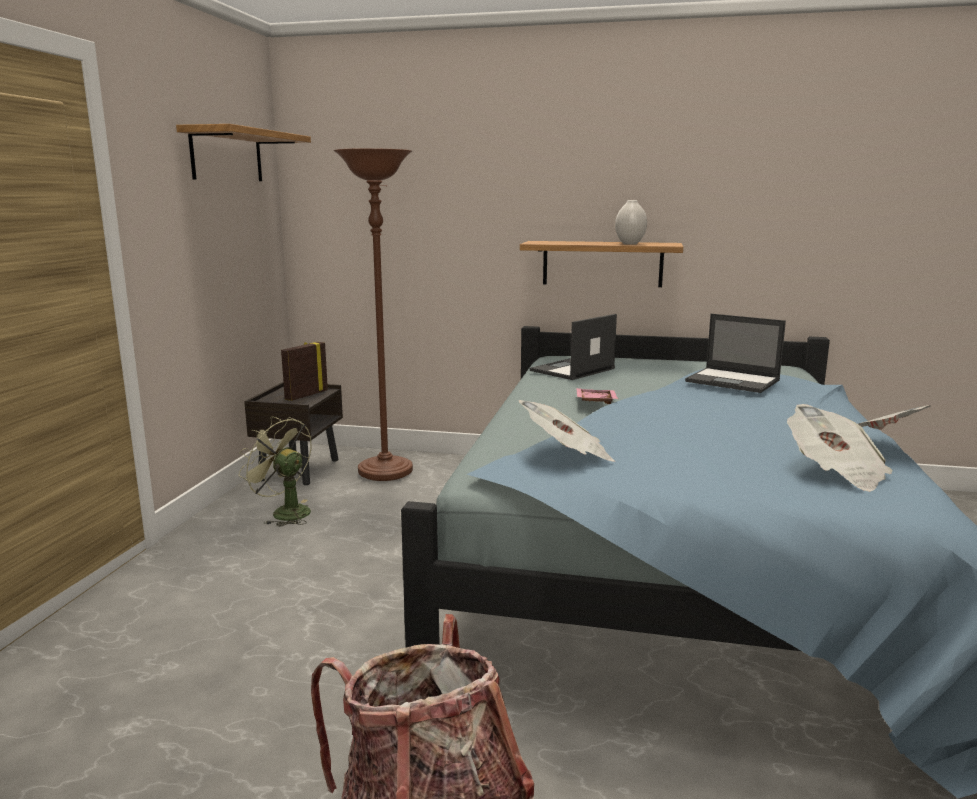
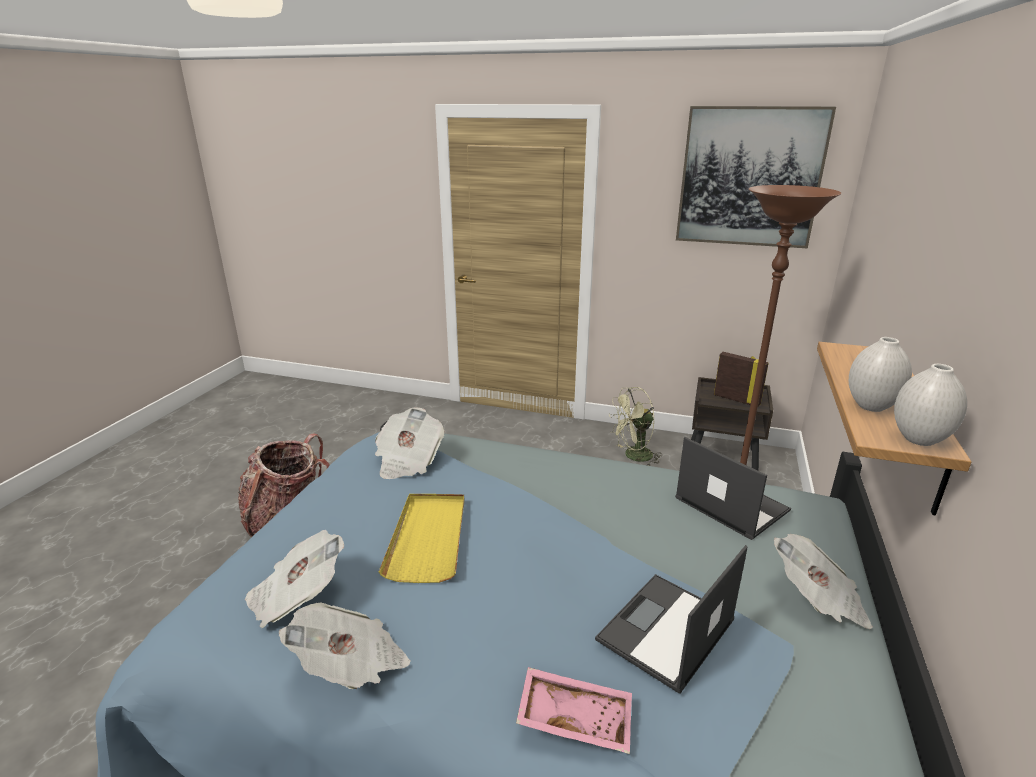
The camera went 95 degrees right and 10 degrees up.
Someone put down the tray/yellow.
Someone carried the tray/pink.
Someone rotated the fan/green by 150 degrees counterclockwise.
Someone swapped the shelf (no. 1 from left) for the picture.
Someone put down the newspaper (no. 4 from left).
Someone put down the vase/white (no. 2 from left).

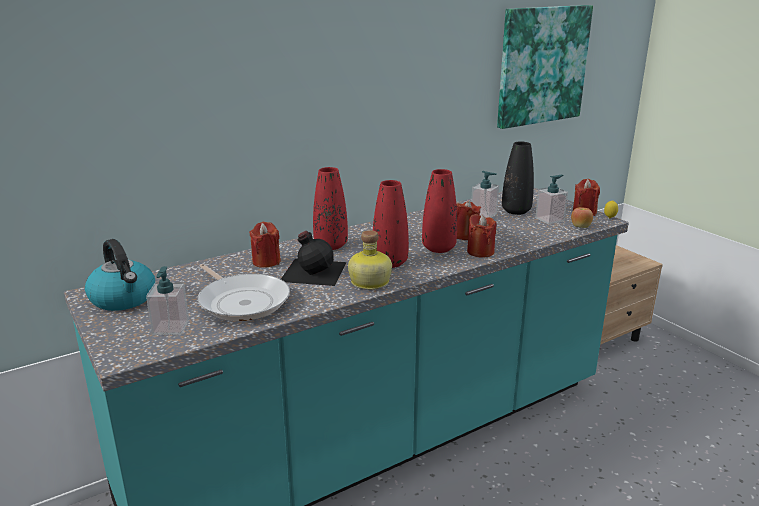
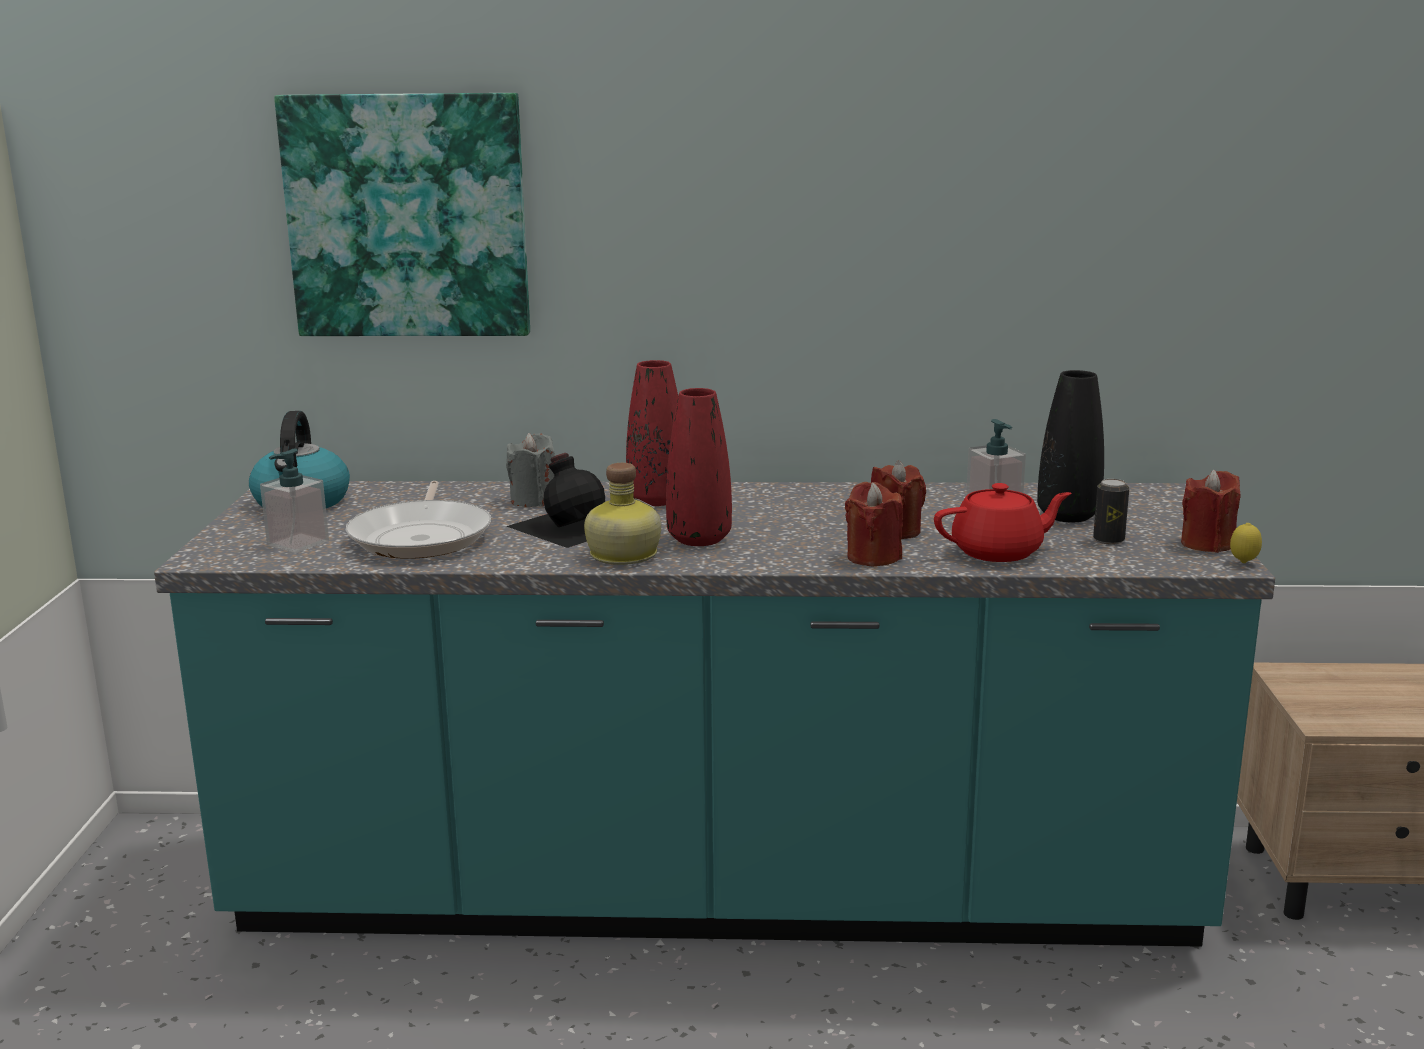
The camera went 35 degrees right and 5 degrees down.
Someone carried the picture.
Someone repainted the candle/red (no. 1 from left), which became the candle/grey.
Someone put down the teapot/red.
Someone swapped the soap dispenser (no. 3 from left) for the can.
Someone took away the vase/red (no. 3 from left).
Someone took away the apple.

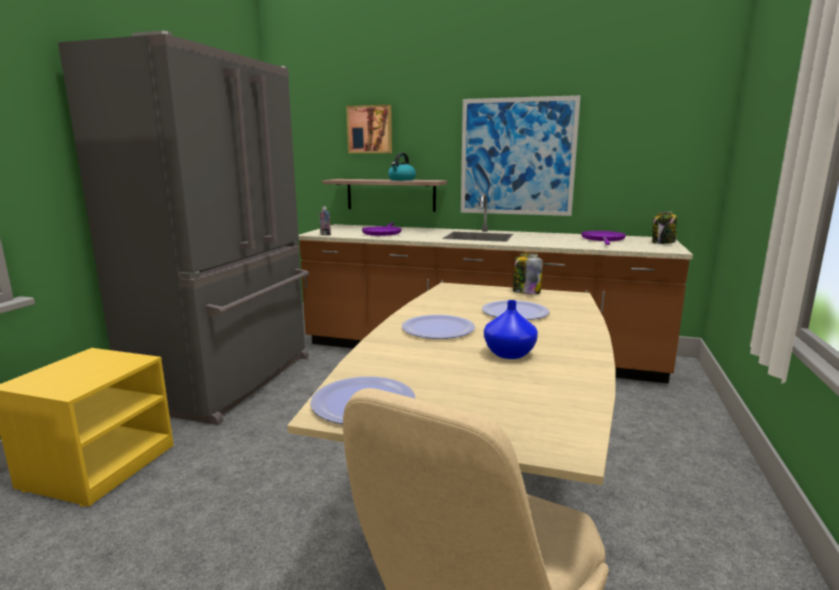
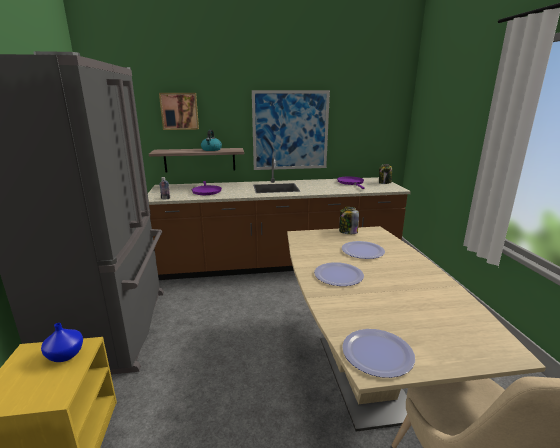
The camera went 25 degrees left and 5 degrees up.
Someone carried the vase/blue.

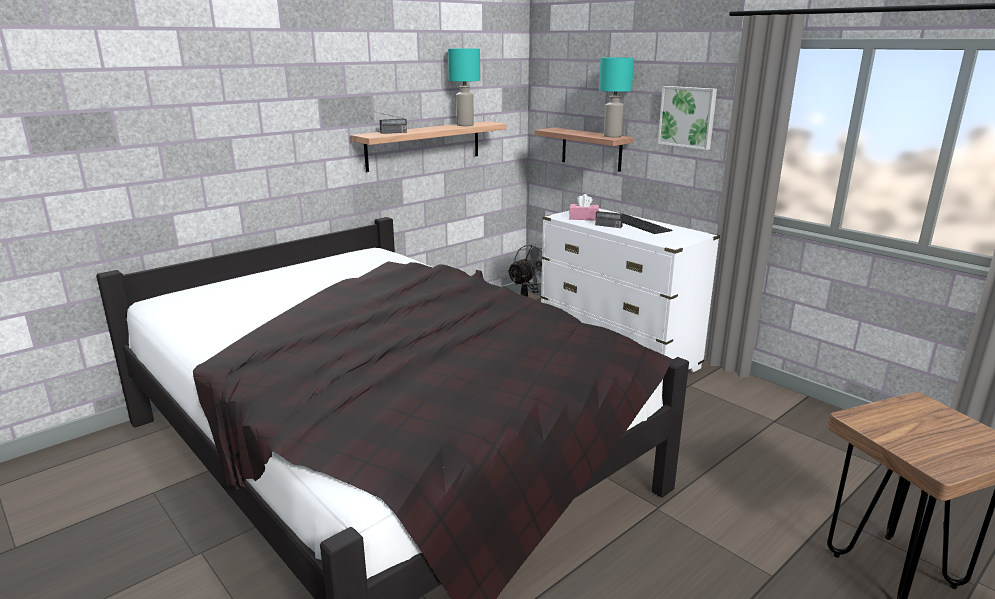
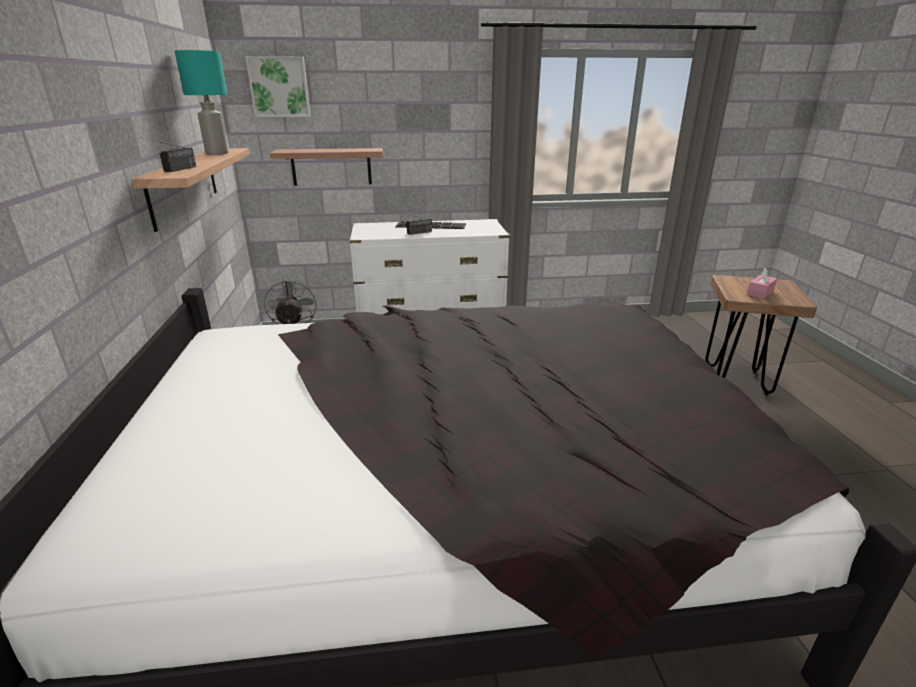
The camera went 55 degrees left and 5 degrees up.
Someone carried the picture.
Someone carried the tissue box/pink.
Someone took away the table lamp/turquoise (no. 2 from left).

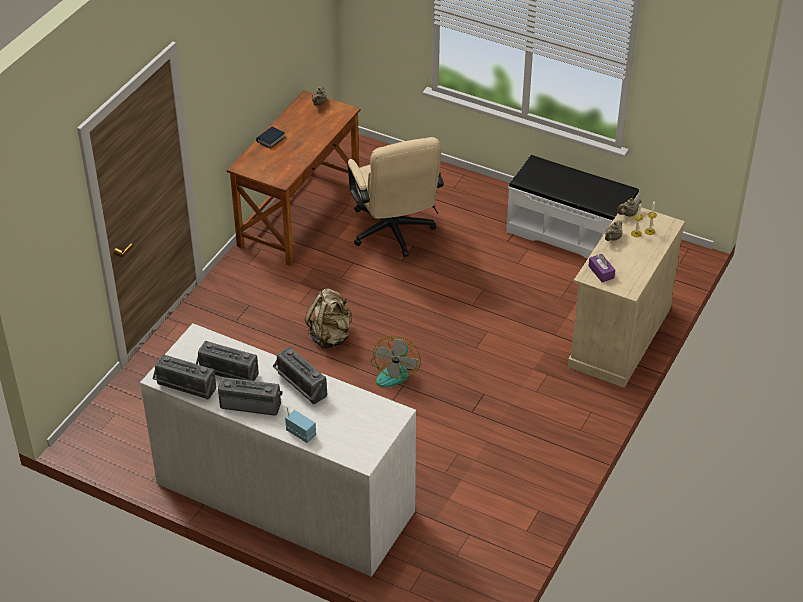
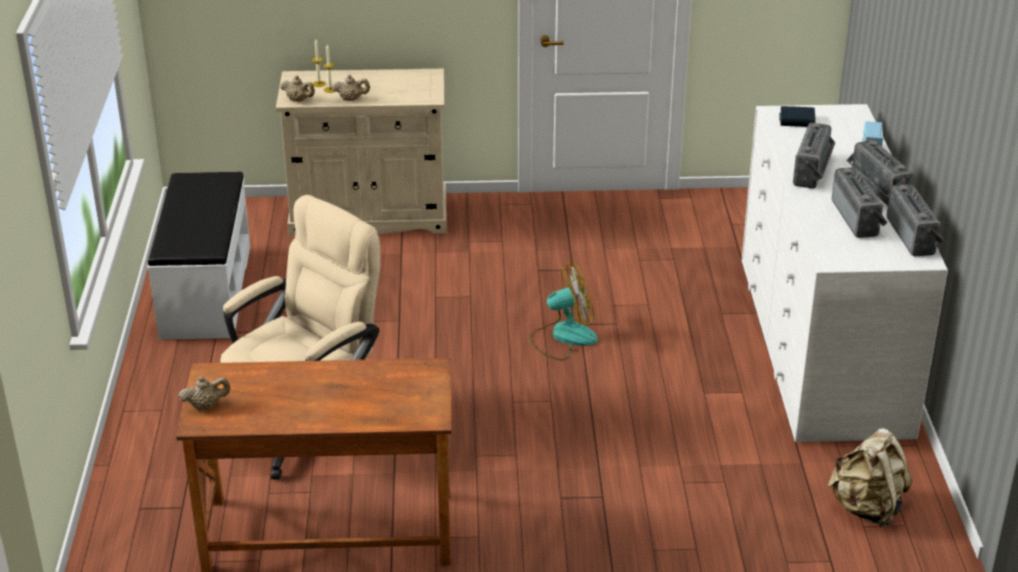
The camera went 120 degrees left and 10 degrees down.
Someone carried the book.
Someone carried the backpack/beige.
Someone took away the tissue box/purple.

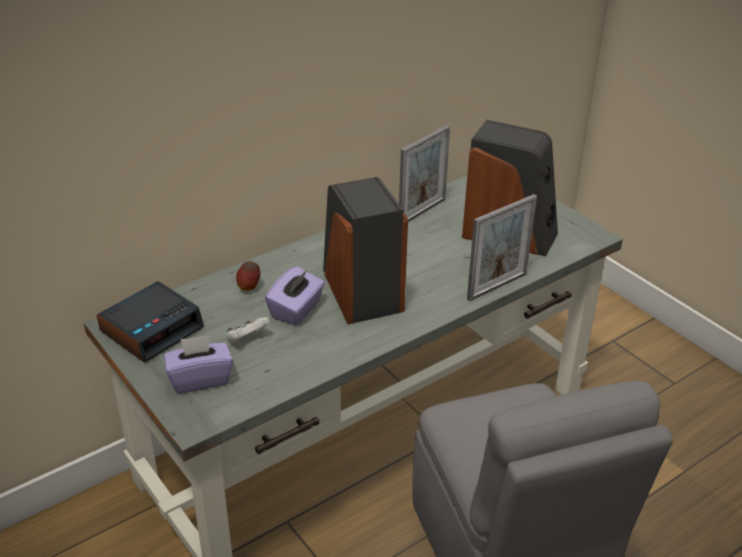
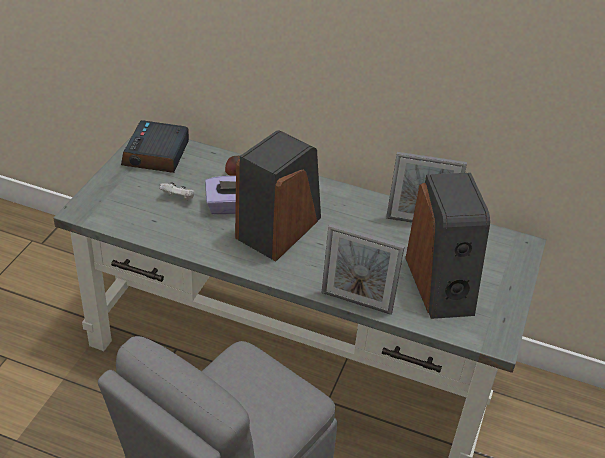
The camera went 55 degrees right and 5 degrees up.
Someone rotated the alarm clock by 90 degrees clockwise.
Someone took away the tissue box/purple (no. 1 from left).

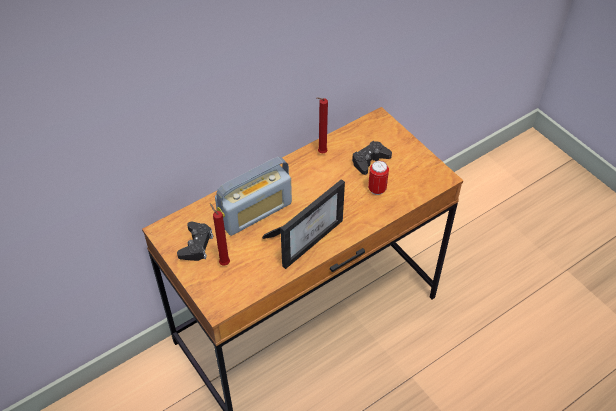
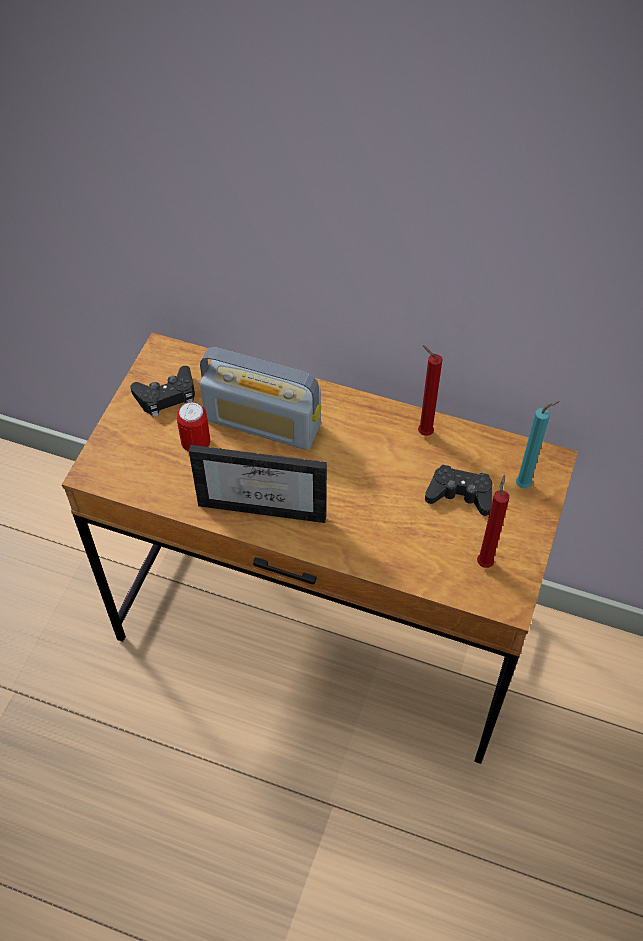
The camera went 55 degrees right and 5 degrees up.
Someone carried the can.
Someone carried the candle/red (no. 1 from left in the first image).
Someone put down the candle/turquoise.

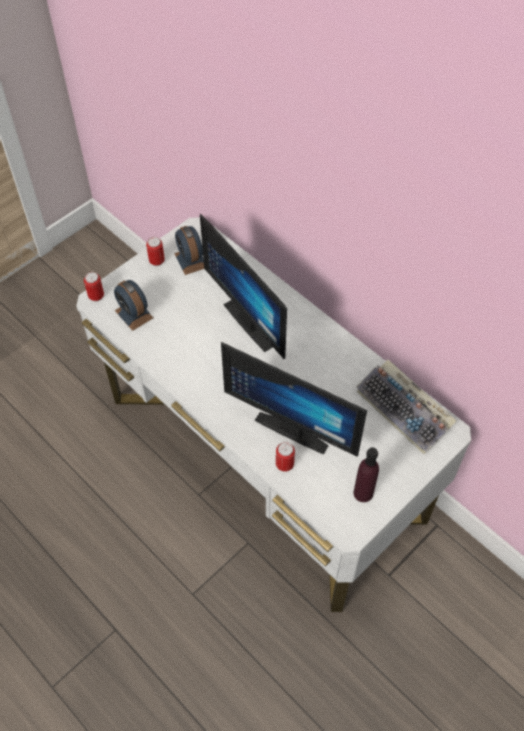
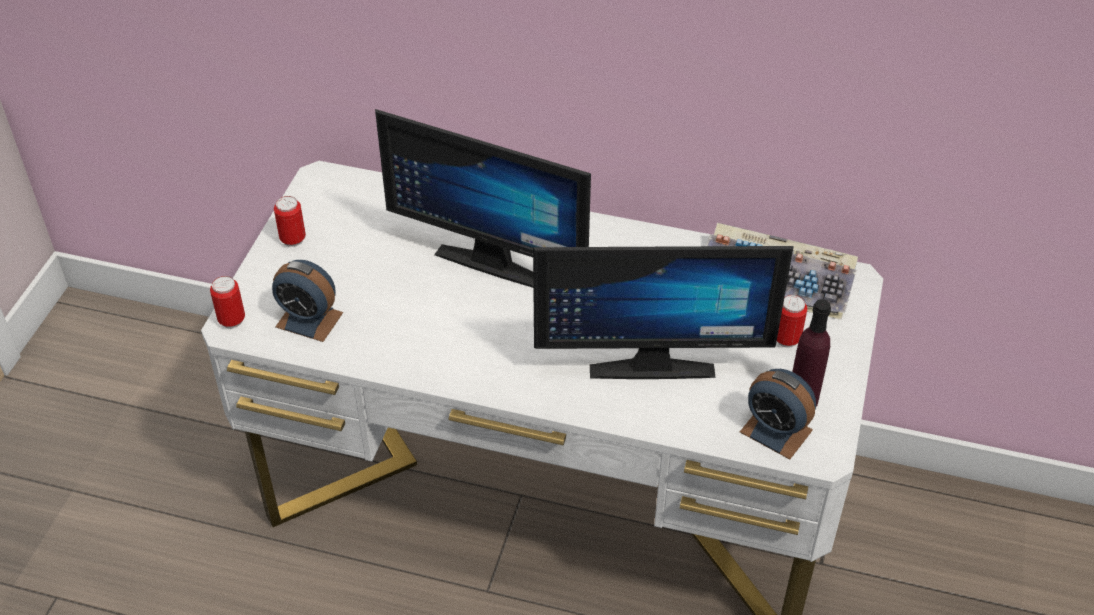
The camera went 30 degrees left and 10 degrees down.
Someone carried the alarm clock (no. 2 from left).
Someone carried the can (no. 3 from left).

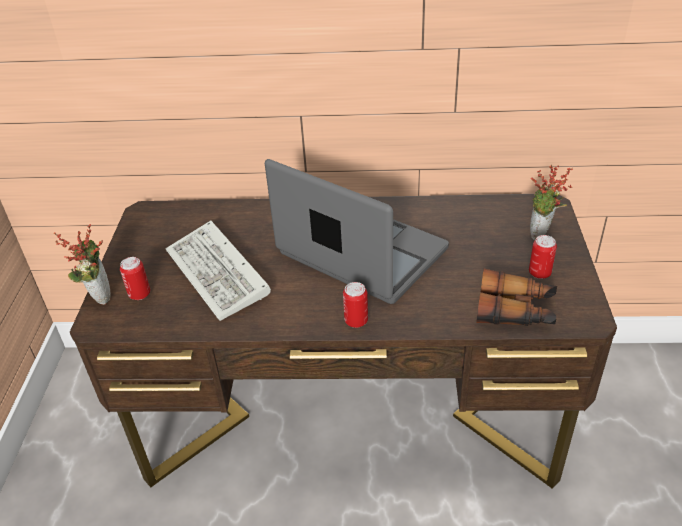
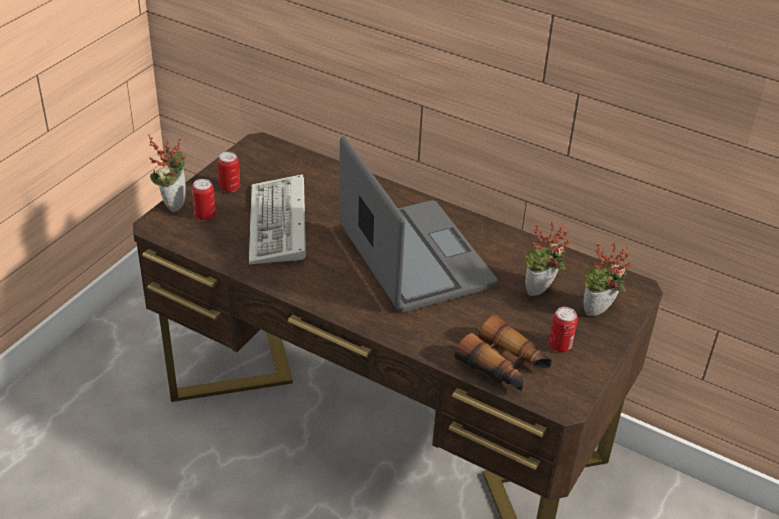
The camera went 25 degrees right and 0 degrees up.
Someone carried the can (no. 2 from left).
Someone put down the potted plant (no. 2 from left).

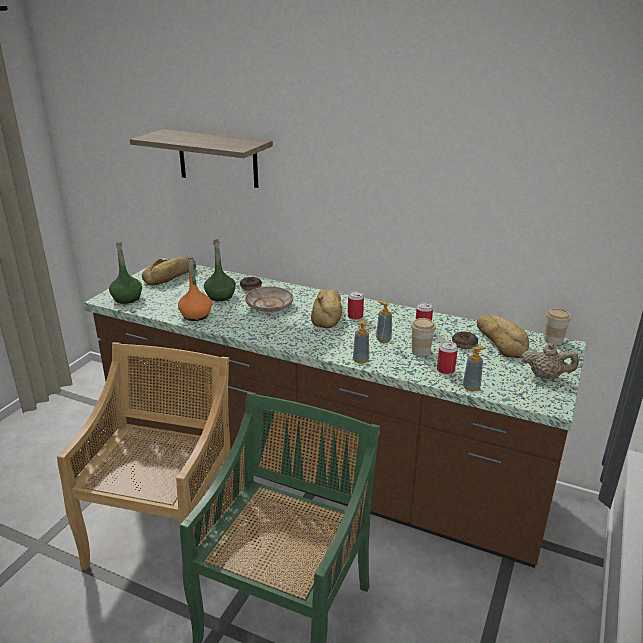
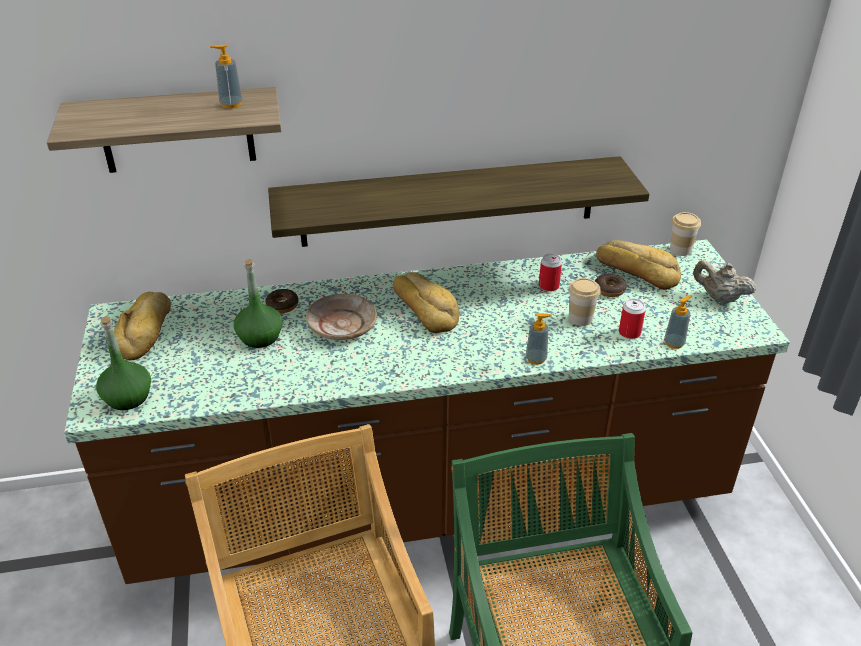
The camera went 35 degrees left and 10 degrees up.
Someone carried the soap dispenser (no. 2 from left in the first image).
Someone put up the shelf (no. 2 from left).
Someone rotated the teapot/beige by 135 degrees counterclockwise.
Someone took away the bottle/orange.
Someone took away the can (no. 1 from left).

